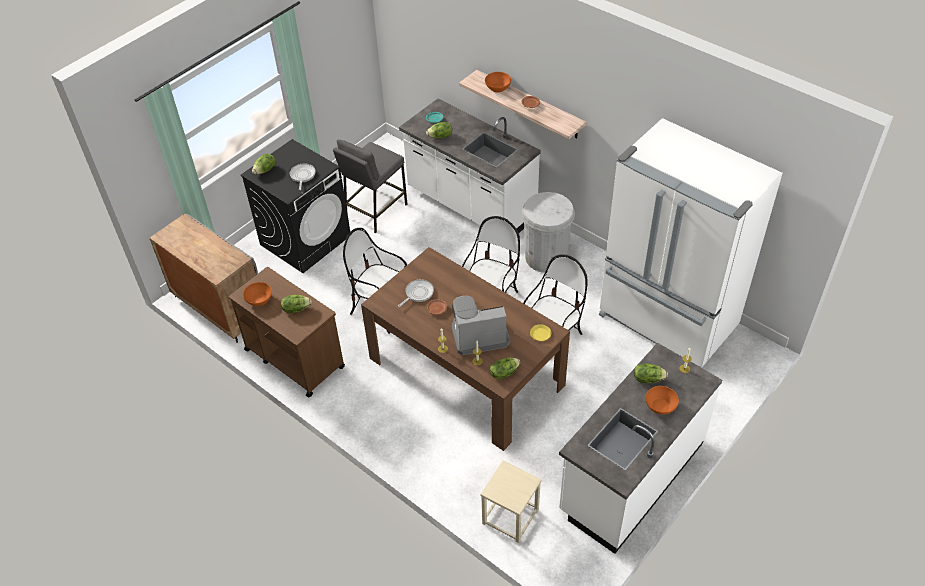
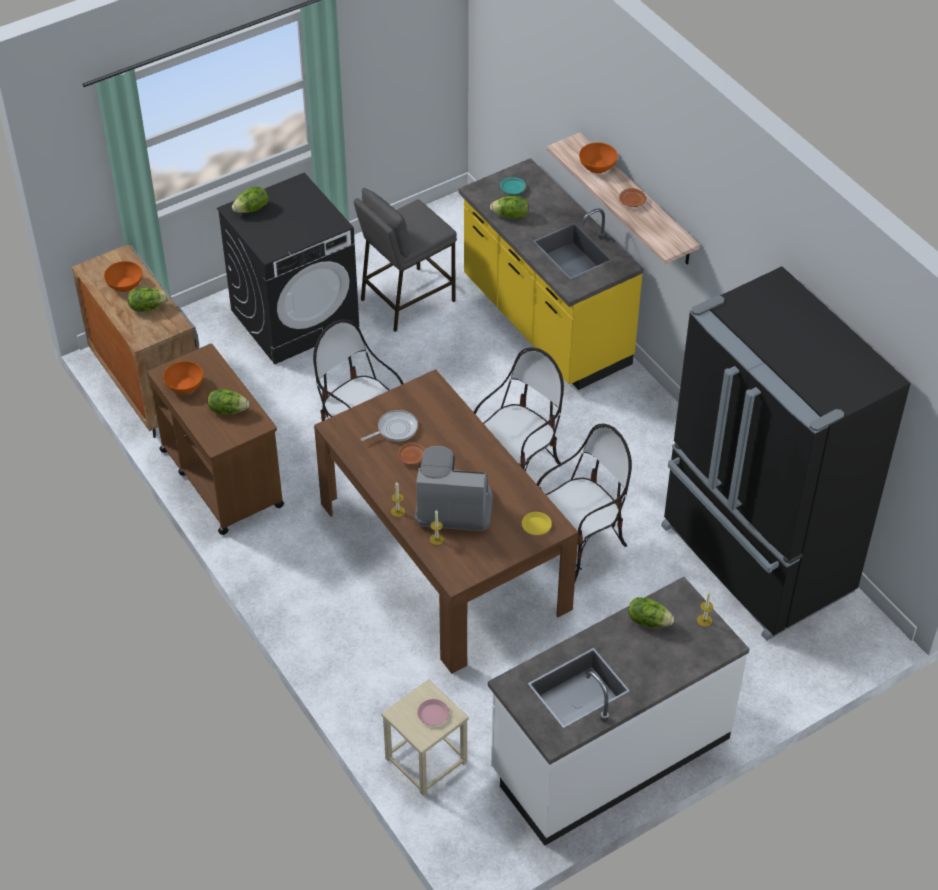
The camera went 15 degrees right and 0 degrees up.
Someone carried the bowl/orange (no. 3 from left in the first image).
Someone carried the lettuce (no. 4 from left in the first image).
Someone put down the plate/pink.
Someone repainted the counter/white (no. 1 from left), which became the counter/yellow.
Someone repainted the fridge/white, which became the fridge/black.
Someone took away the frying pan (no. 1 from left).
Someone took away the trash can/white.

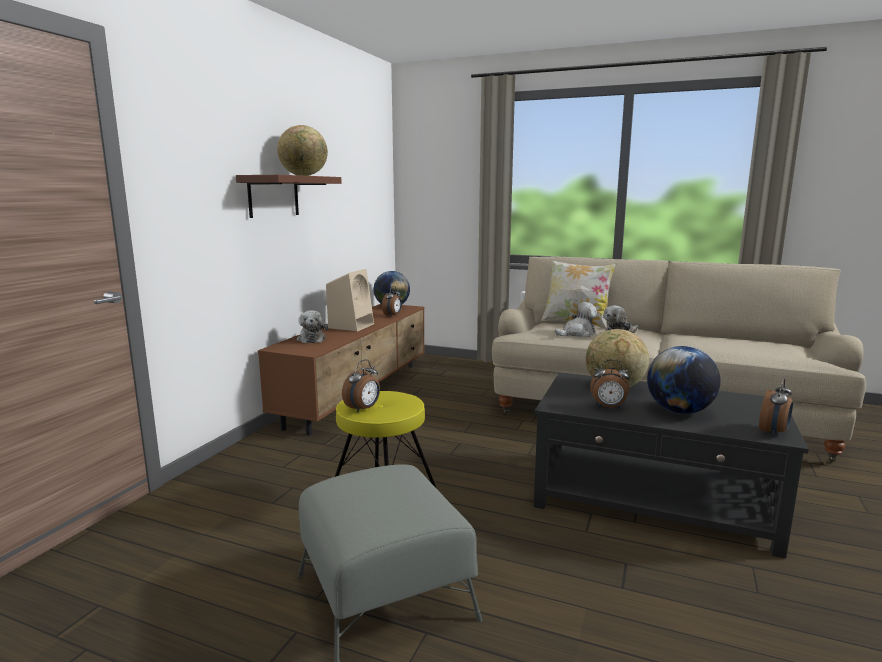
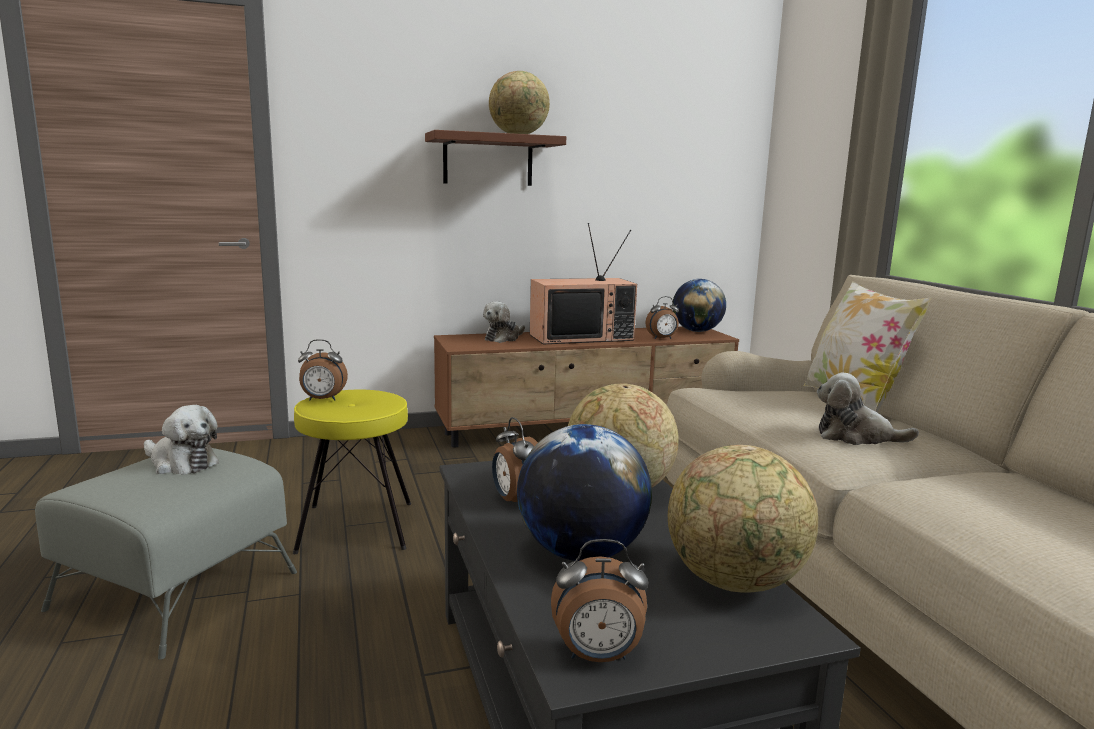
The camera went 50 degrees right and 0 degrees up.
Someone carried the plush toy (no. 2 from left in the first image).
Someone swapped the speaker/beige for the television.
Someone put down the globe (no. 5 from left).

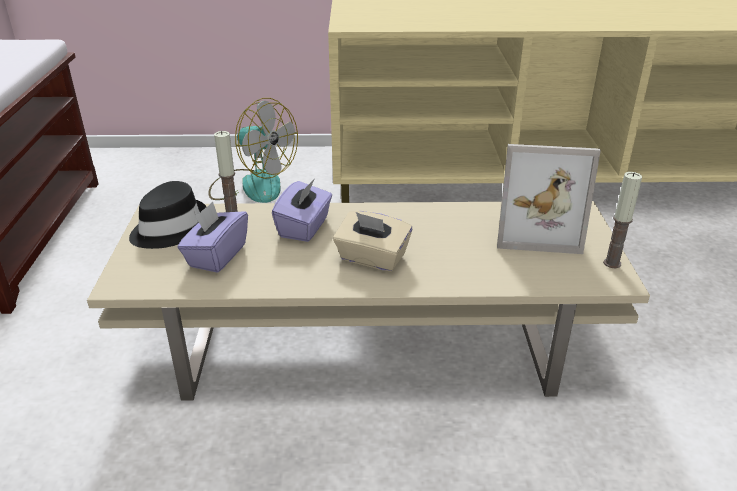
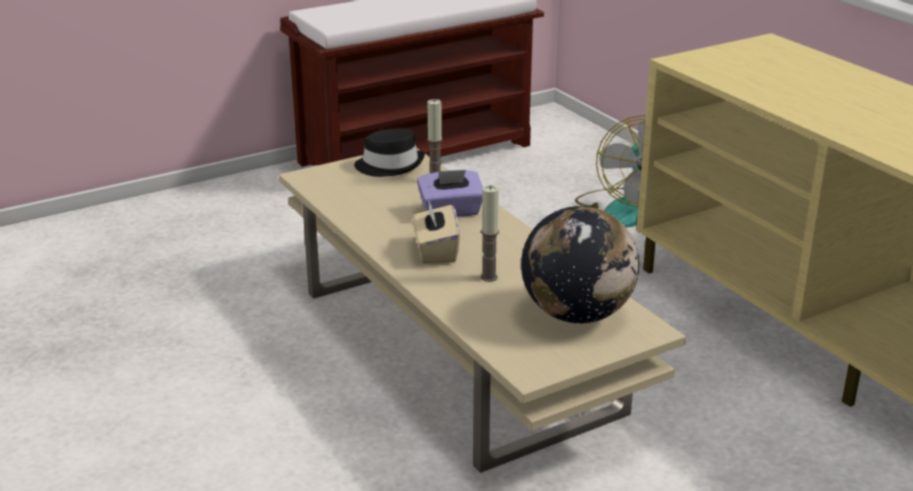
The camera went 60 degrees right and 5 degrees down.
Someone carried the candle (no. 2 from left).
Someone swapped the picture frame for the globe.
Someone took away the tissue box/purple (no. 1 from left).

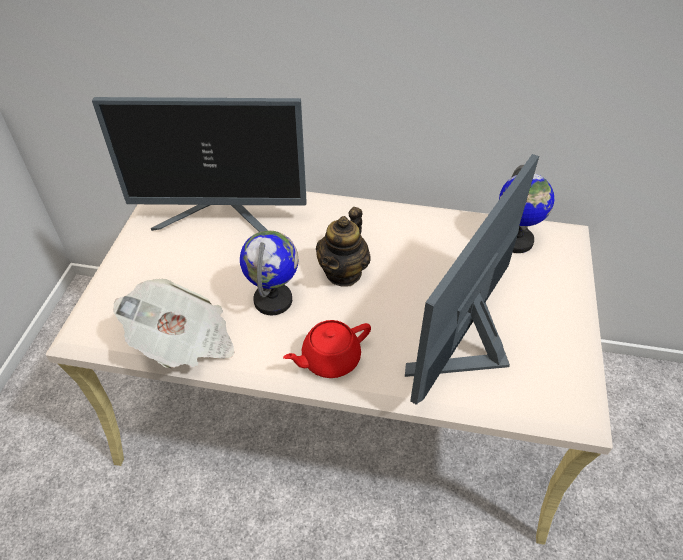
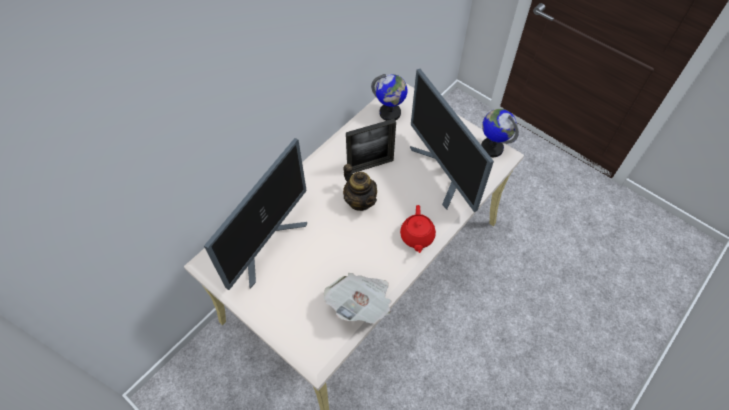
The camera went 60 degrees left and 10 degrees up.
Someone put down the picture frame.
Someone carried the globe (no. 1 from left in the first image).

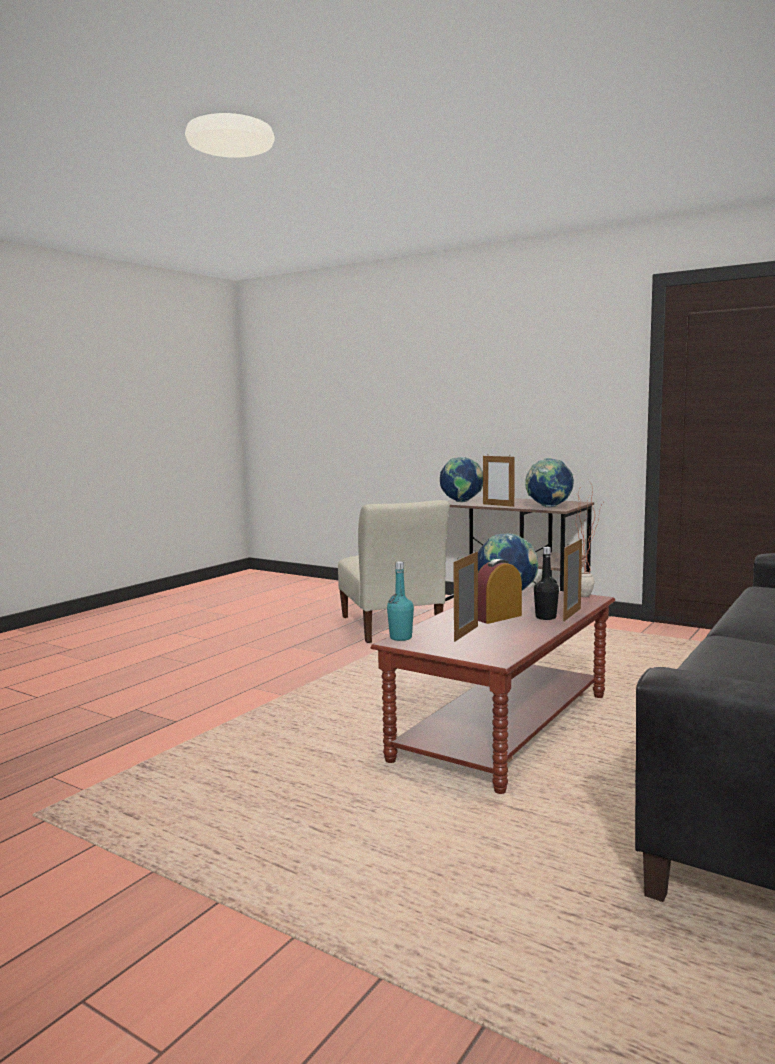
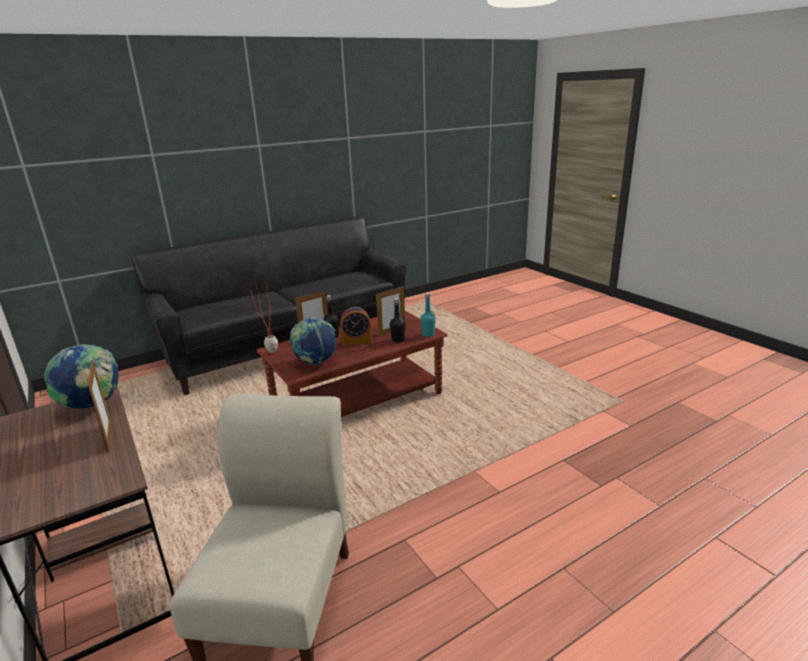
The camera went 155 degrees left and 15 degrees up.
Someone put down the bottle/black (no. 2 from left).
Someone took away the globe (no. 1 from left).

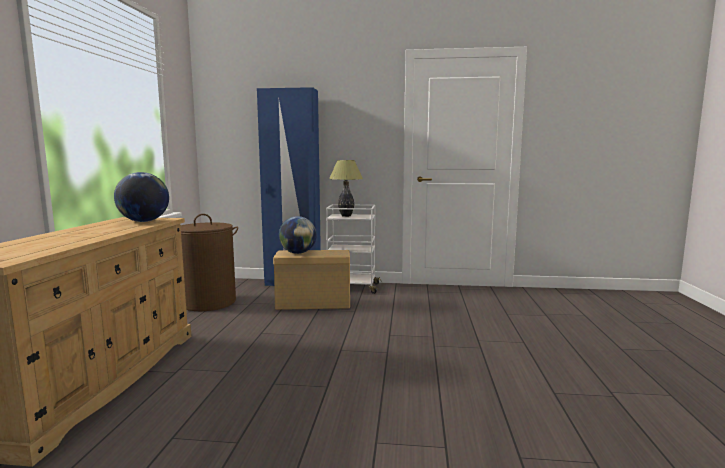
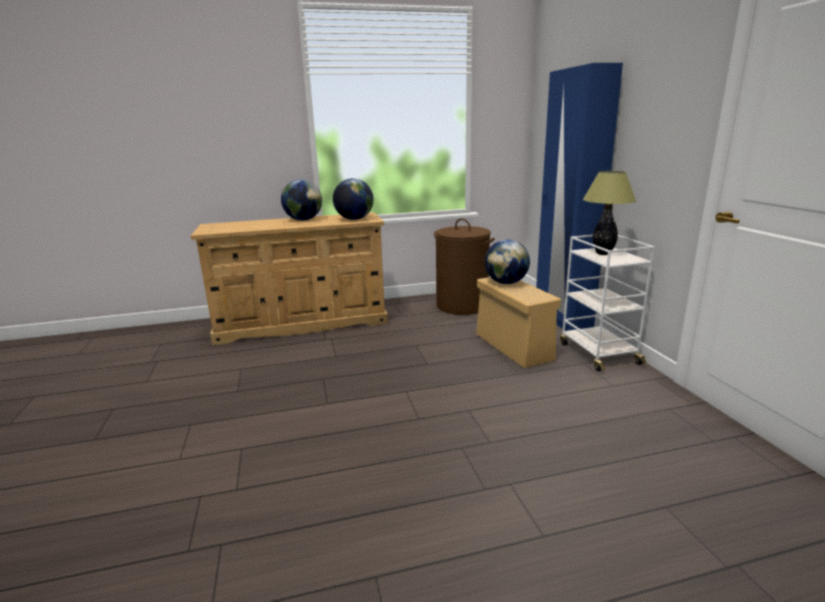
The camera went 70 degrees right and 10 degrees up.
Someone put down the globe (no. 1 from left).

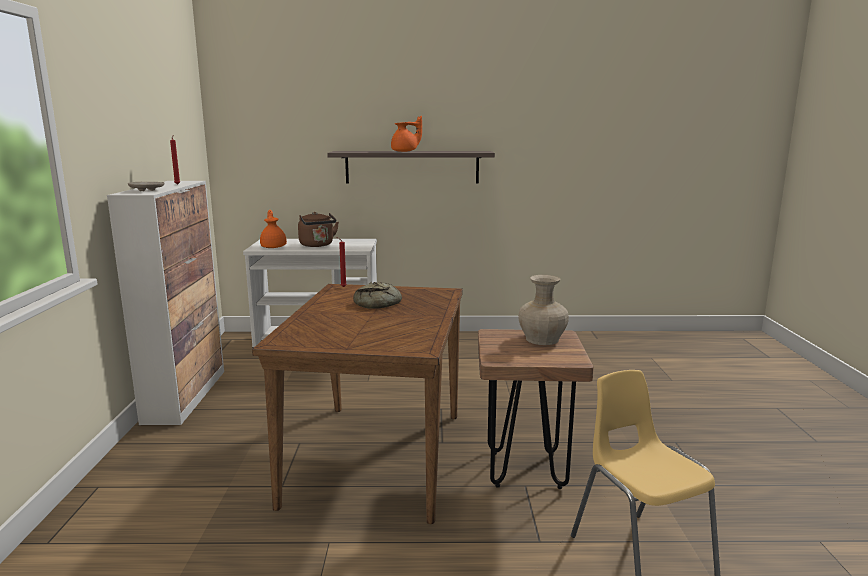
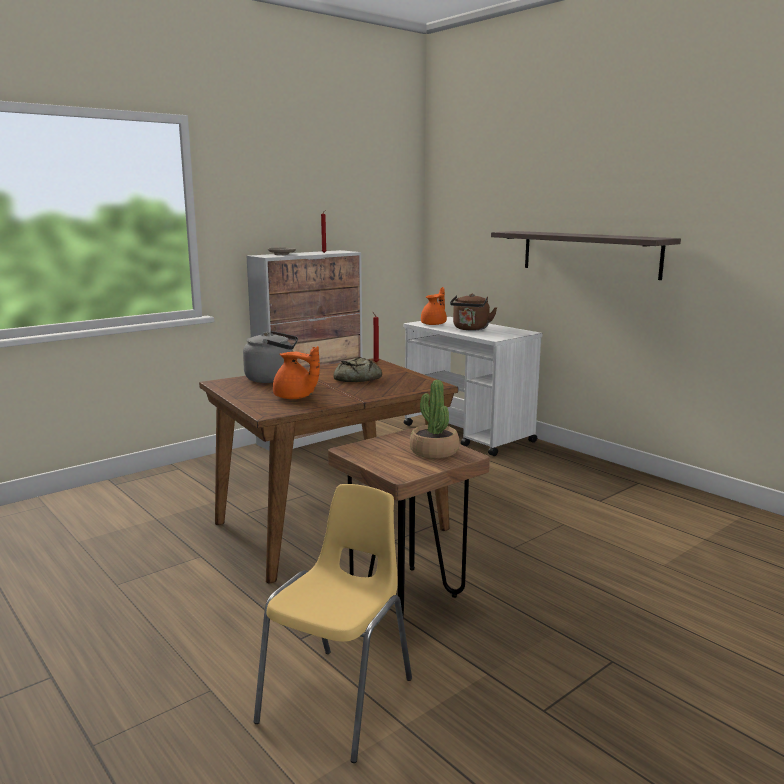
The camera went 50 degrees right and 0 degrees up.
Someone put down the kettle/grey.
Someone carried the teapot/orange (no. 2 from left in the first image).
Someone swapped the vase/beige for the potted plant.

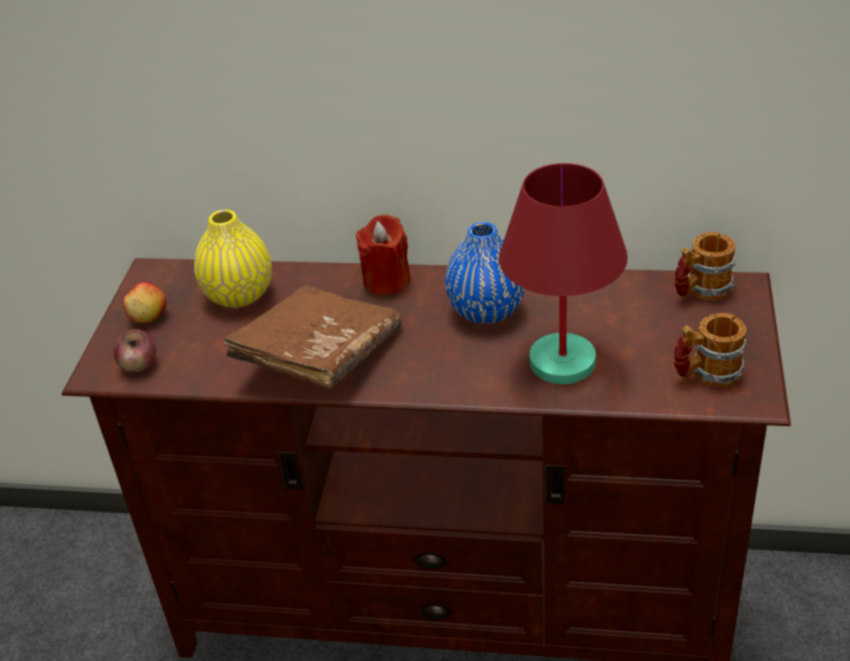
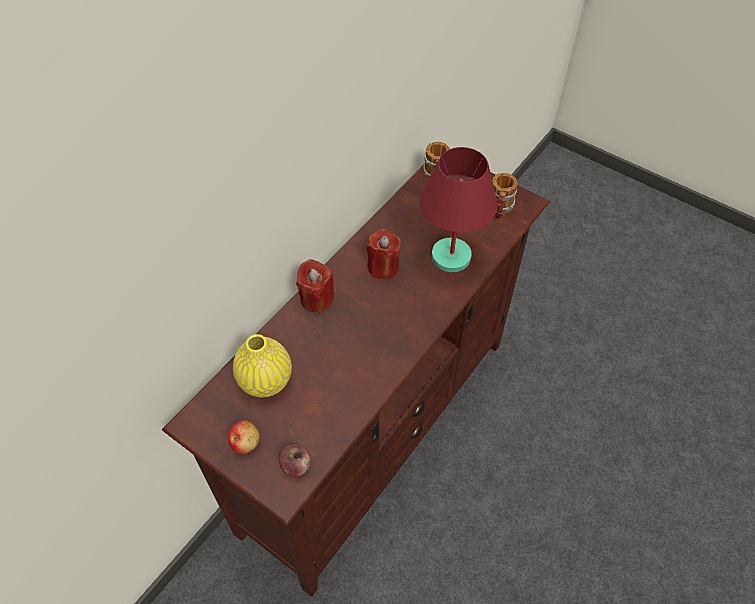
The camera went 65 degrees left and 15 degrees up.
Someone swapped the vase/blue for the candle/red (no. 2 from left).
Someone took away the book/brown.

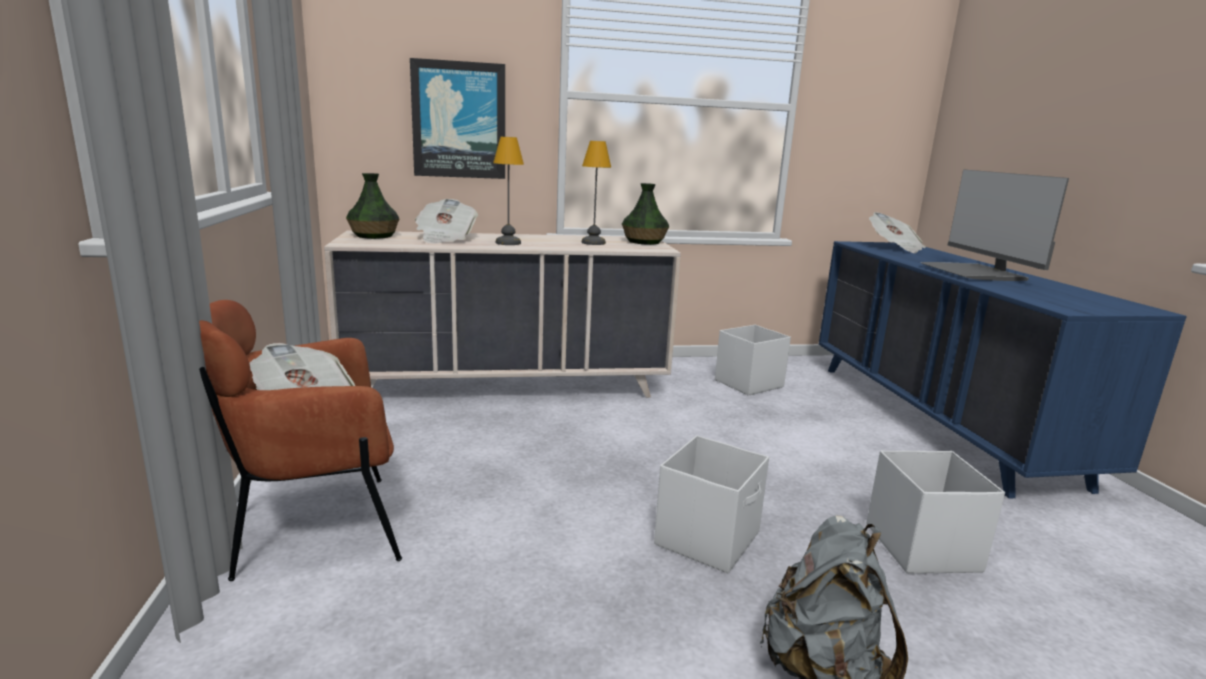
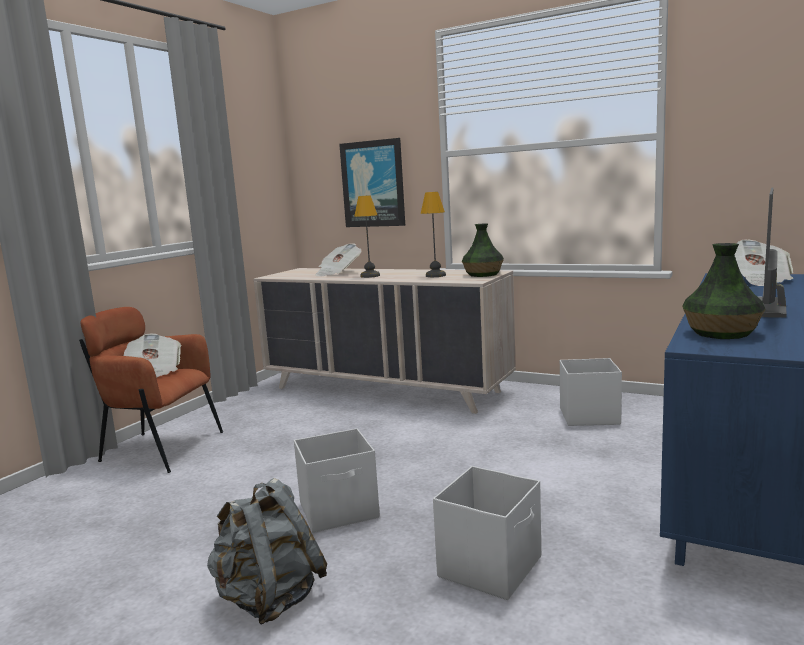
The camera went 40 degrees right and 5 degrees down.
Someone carried the vase (no. 1 from left in the first image).

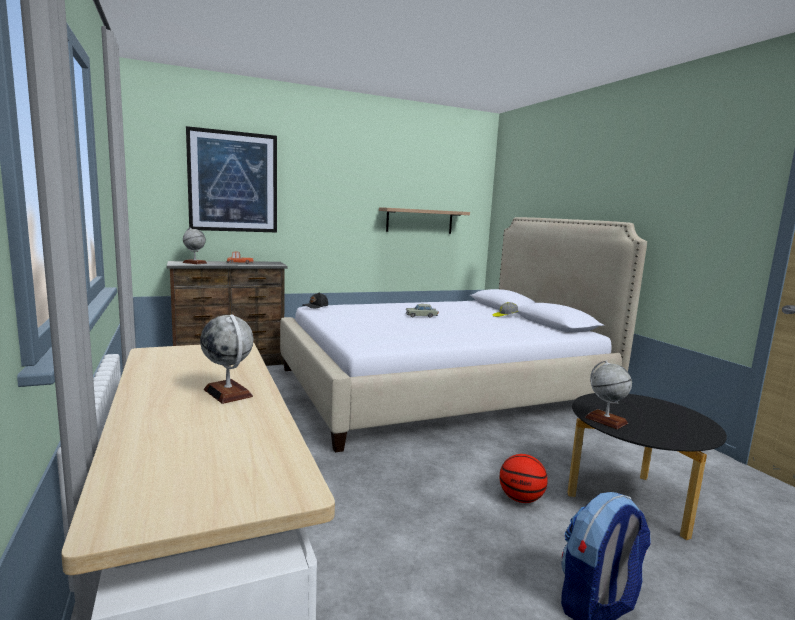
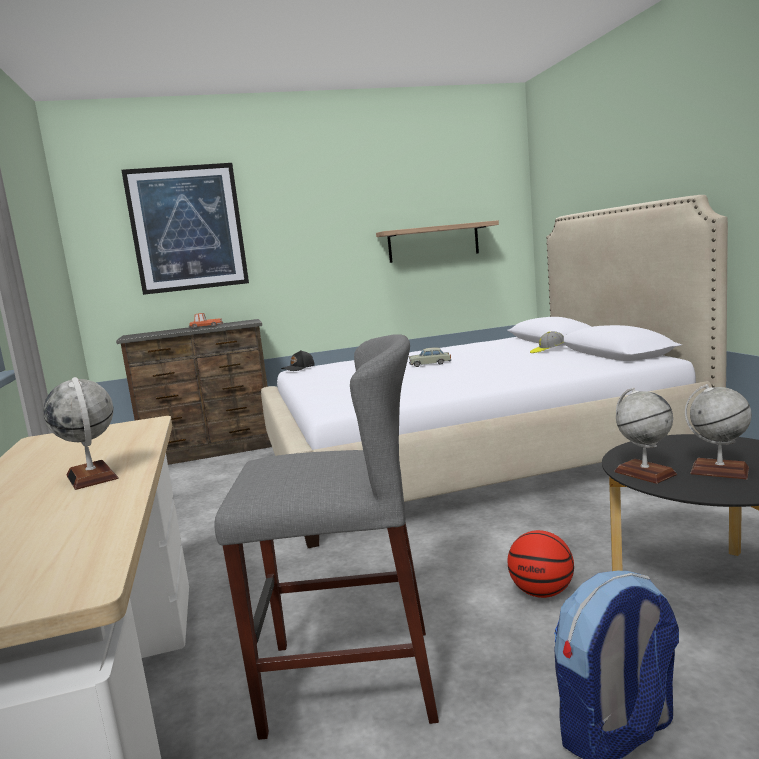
The camera went 10 degrees right and 0 degrees up.
Someone put down the stool/grey.
Someone carried the globe (no. 1 from left in the first image).

